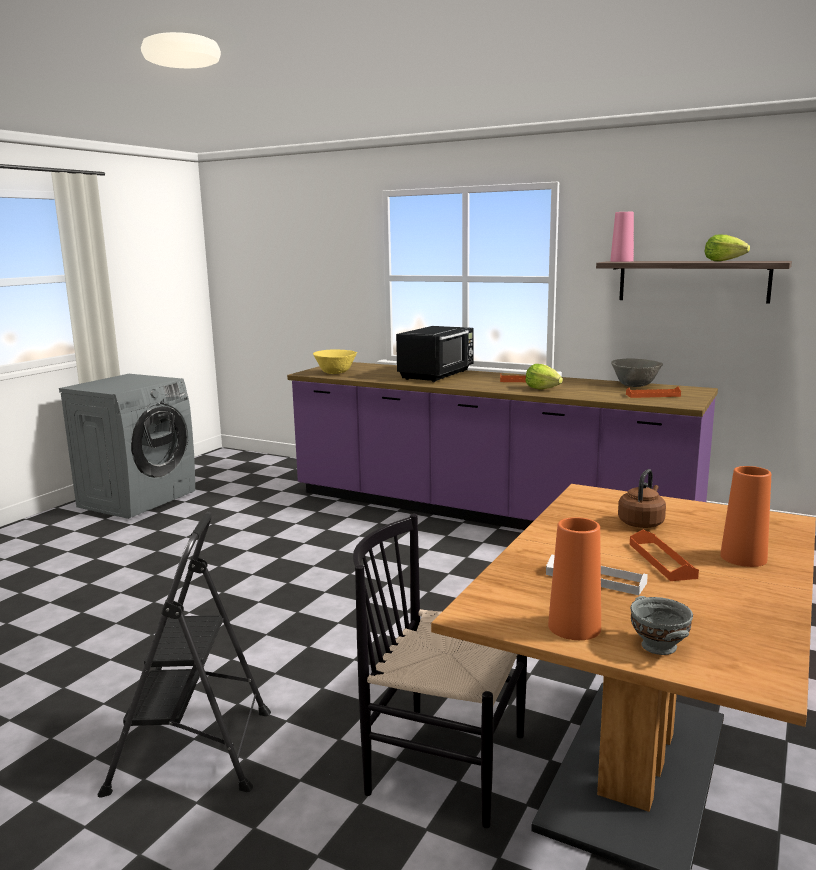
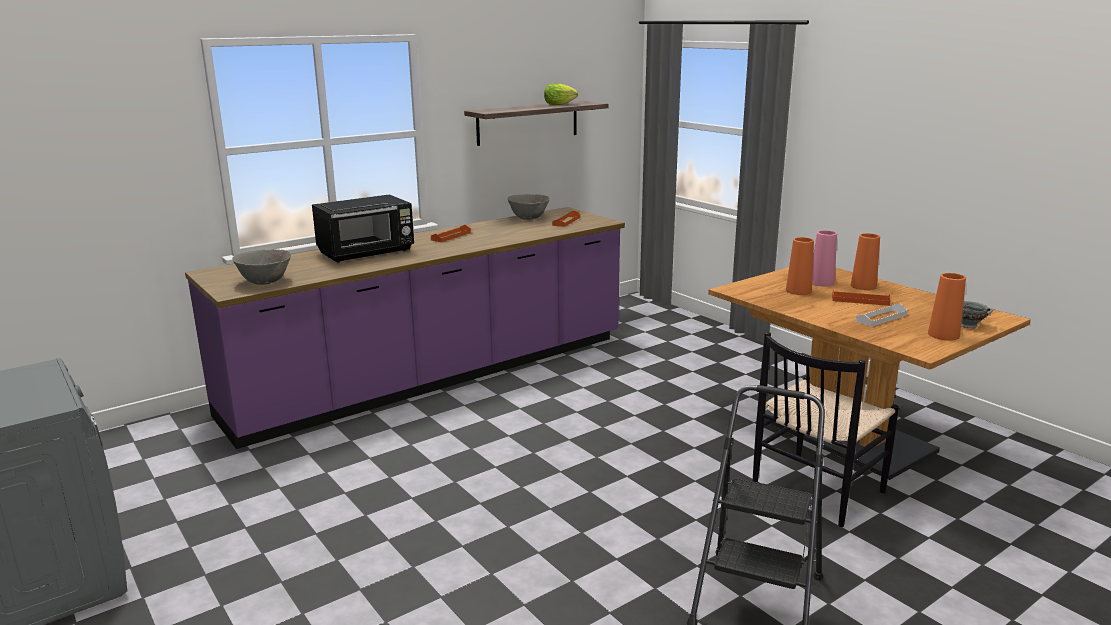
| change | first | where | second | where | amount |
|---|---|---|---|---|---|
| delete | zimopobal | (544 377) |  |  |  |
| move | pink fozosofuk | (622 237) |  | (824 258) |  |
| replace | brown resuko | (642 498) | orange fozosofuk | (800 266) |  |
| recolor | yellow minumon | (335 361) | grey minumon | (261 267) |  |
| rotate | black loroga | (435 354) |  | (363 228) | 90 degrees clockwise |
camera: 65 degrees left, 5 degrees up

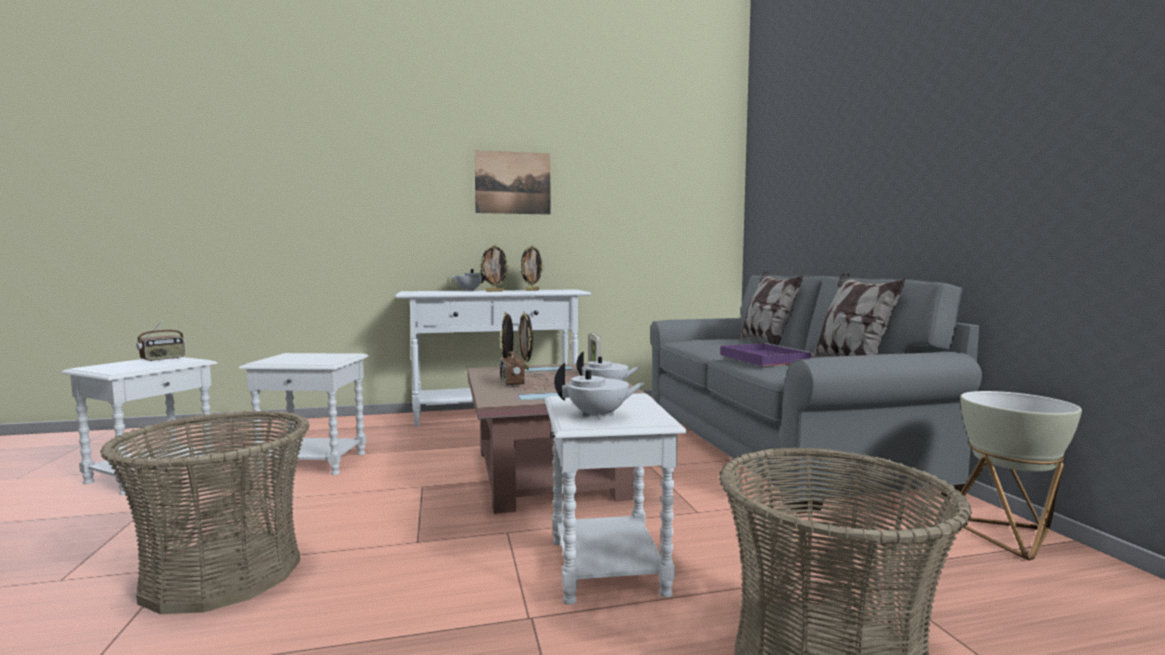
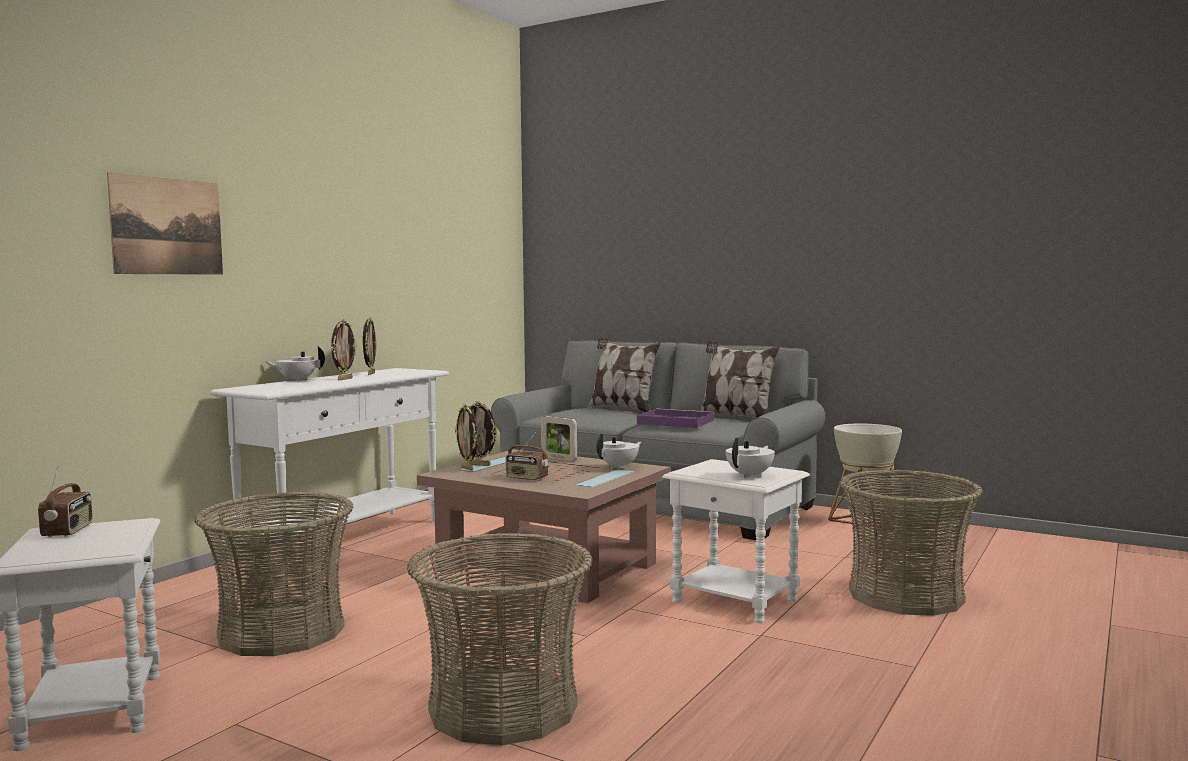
| change | first | where | second | where | amount |
|---|---|---|---|---|---|
| move | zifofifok | (512 182) |  | (165 223) |  |
| replace | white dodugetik | (304 414) | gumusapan | (273 573) |  |
camera: 45 degrees left, 0 degrees up

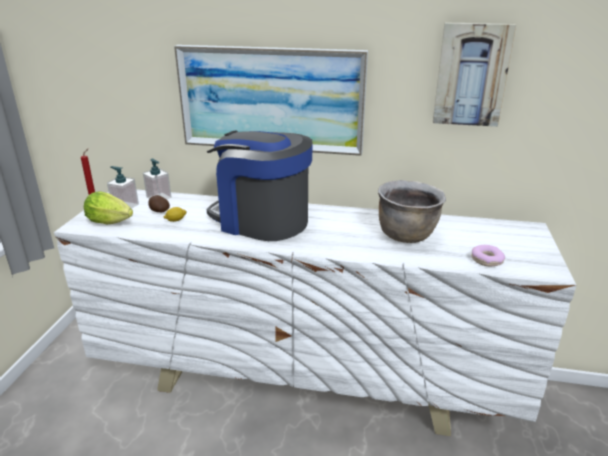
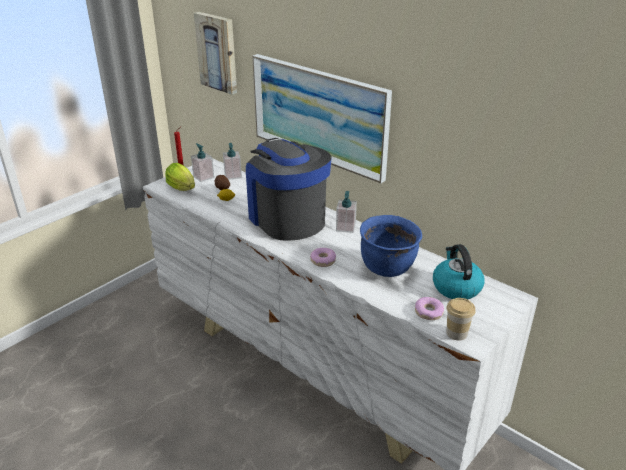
| change | first | where | second | where | amount |
|---|---|---|---|---|---|
| insert |  |  | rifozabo | (323 257) |  |
| insert |  |  | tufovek | (346 212) |  |
| insert |  |  | resuko | (458 271) |  |
| insert |  |  | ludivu | (460 319) |  |
| move | zifofifok | (474 75) |  | (215 53) |  |
| recolor | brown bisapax | (412 211) | blue bisapax | (391 246) |  |
camera: 30 degrees right, 5 degrees up

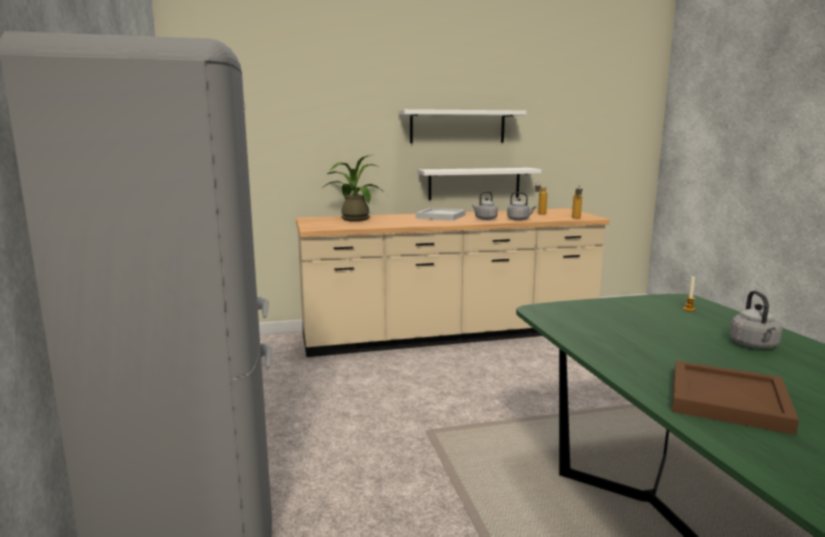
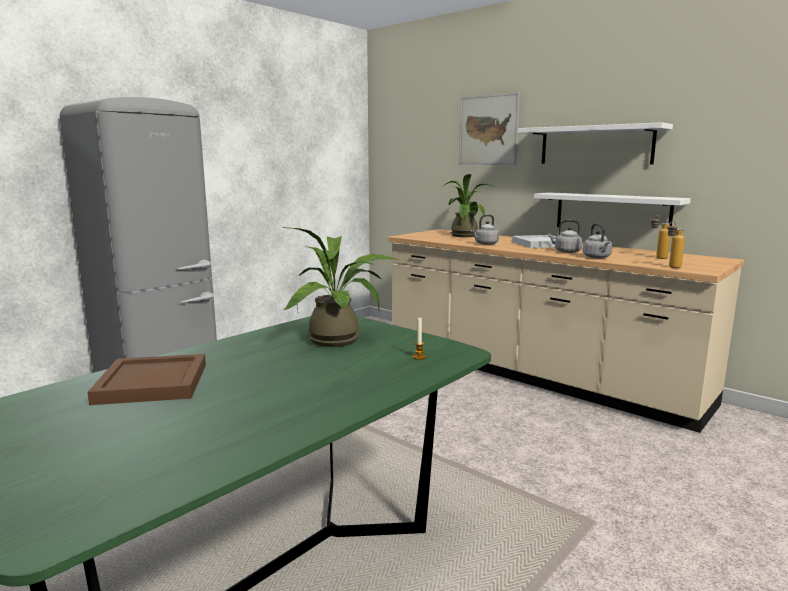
| change | first | where | second | where | amount |
|---|---|---|---|---|---|
| insert |  |  | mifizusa | (341 287) |  |
| insert |  |  | zifofifok | (489 129) |  |
| move | grey resuko | (756 320) |  | (485 229) |  |
camera: 55 degrees right, 0 degrees up

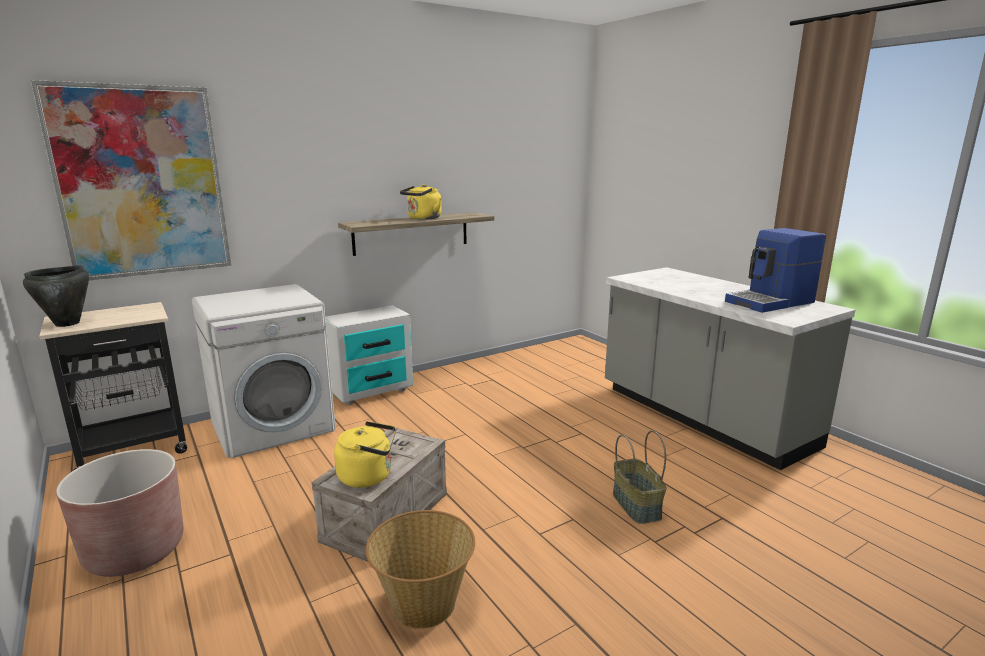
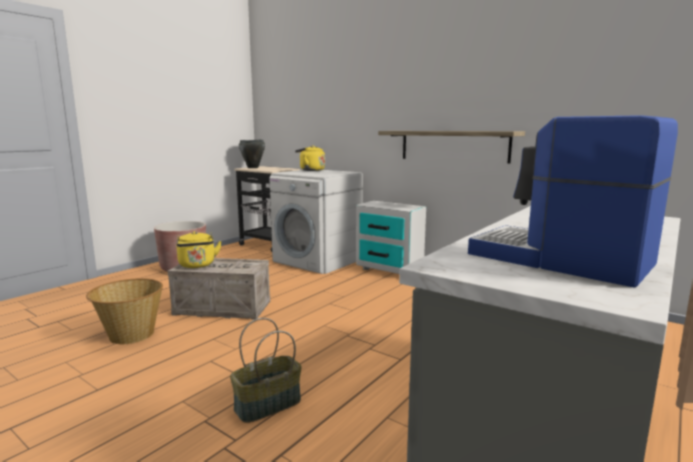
| change | first | where | second | where | amount |
|---|---|---|---|---|---|
| delete | zifofifok | (131 180) |  |  |  |
| move | yellow resuko | (421 202) |  | (310 158) |  |
camera: 70 degrees right, 5 degrees down

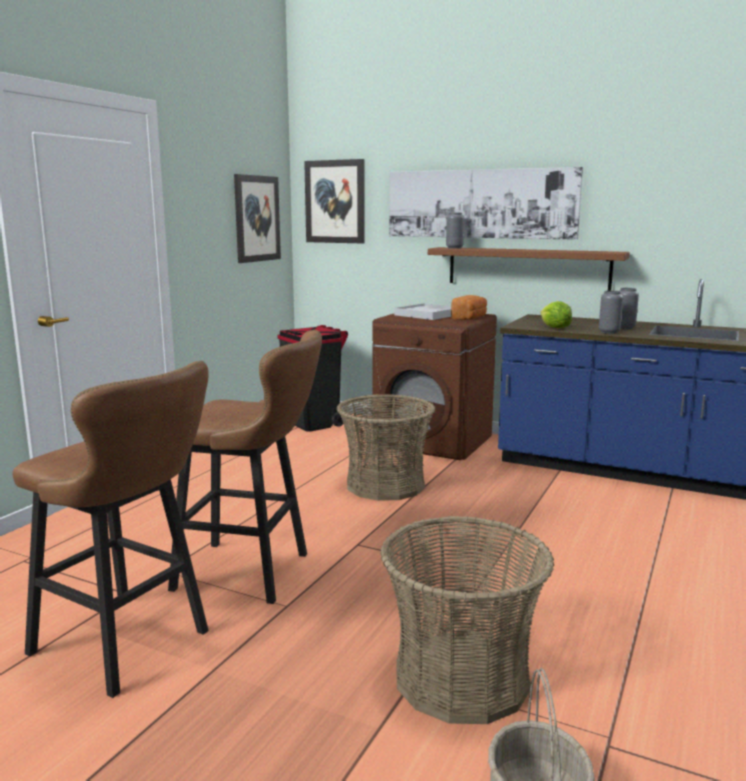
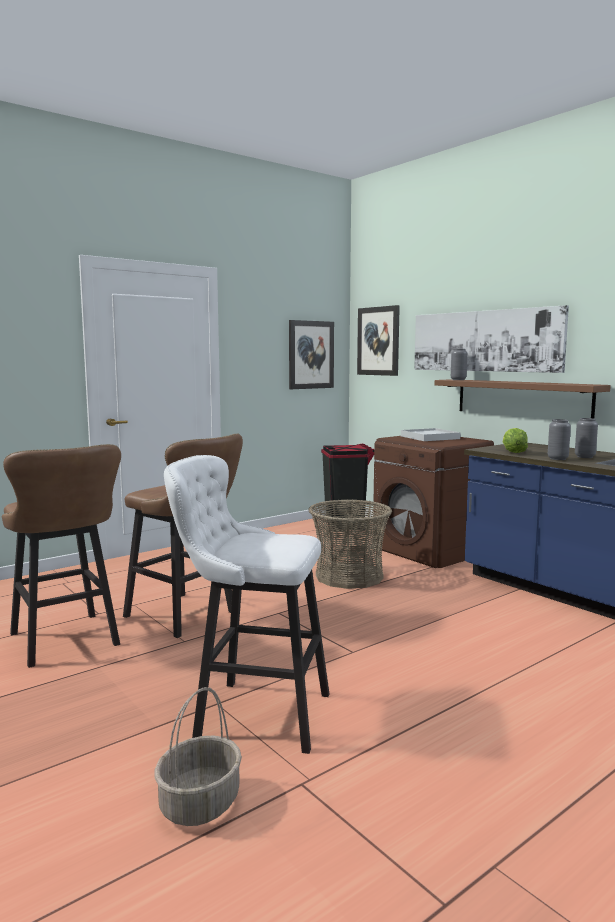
| change | first | where | second | where | amount |
|---|---|---|---|---|---|
| delete | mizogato | (469 307) |  |  |  |
| replace | gumusapan | (467 620) | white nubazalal | (247 604) |  |
camera: 25 degrees right, 5 degrees down

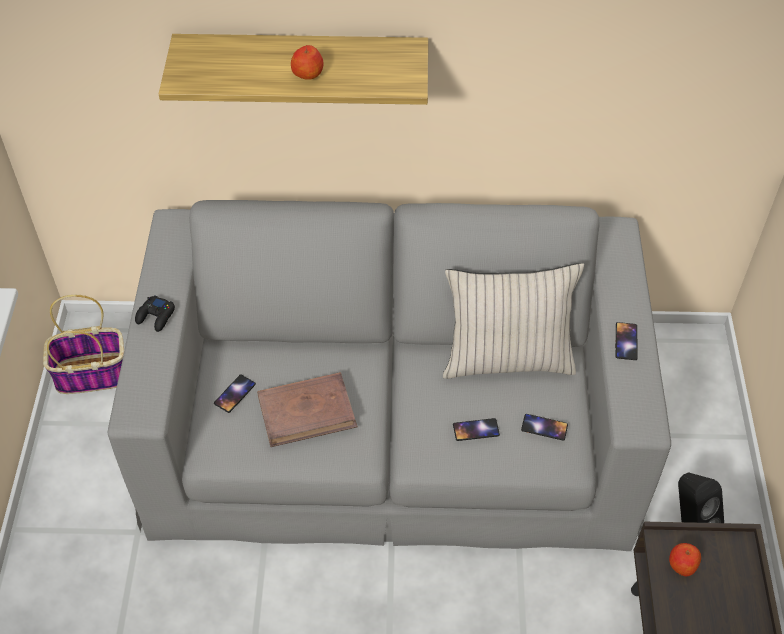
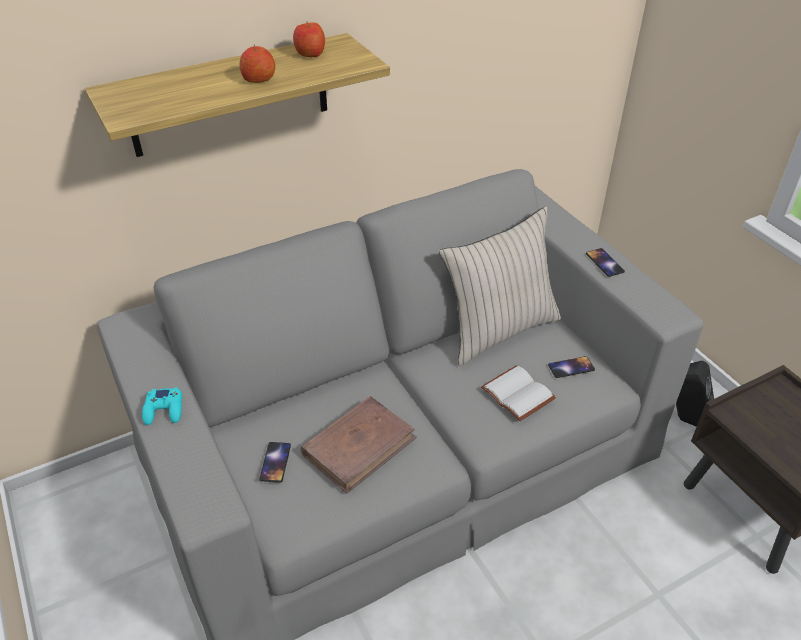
| change | first | where | second | where | amount |
|---|---|---|---|---|---|
| delete | gumusapan | (83 344) |  |  |  |
| move | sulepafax | (685 560) |  | (309 39) |  |
| replace | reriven | (476 429) | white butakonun | (518 393) |  |
| recolor | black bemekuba | (155 313) | turquoise bemekuba | (162 406) |  |
camera: 30 degrees left, 10 degrees down

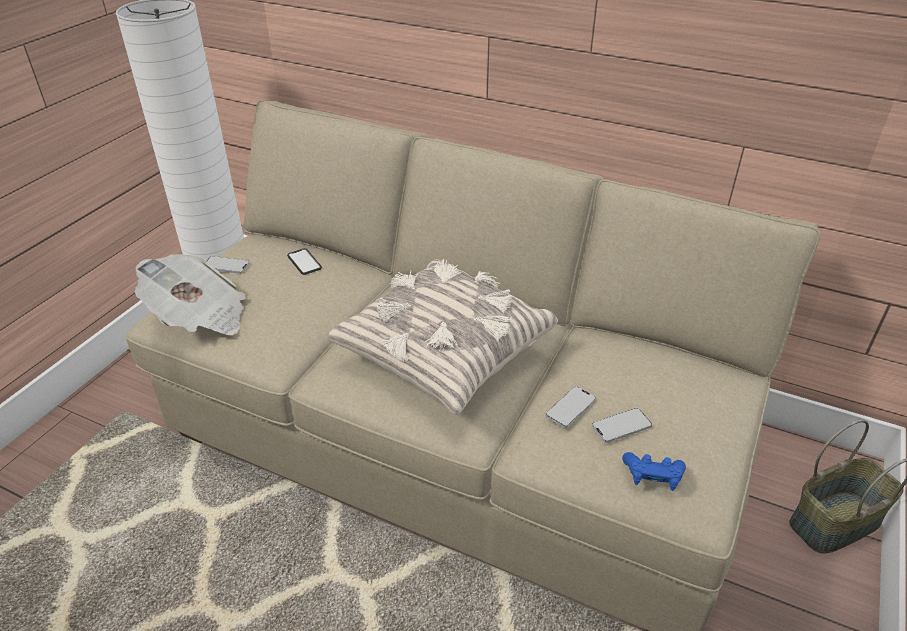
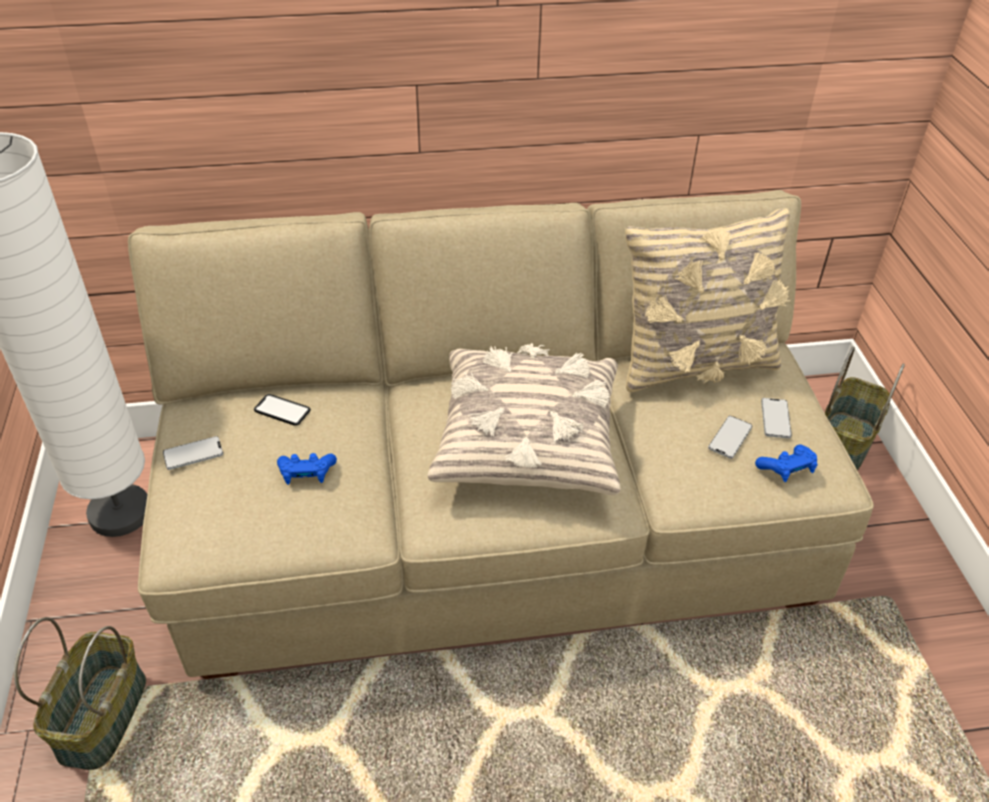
| change | first | where | second | where | amount |
|---|---|---|---|---|---|
| delete | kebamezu | (190 294) |  |  |  |
| insert |  |  | gumusapan | (80 693) |  |
| insert |  |  | blue bemekuba | (307 469) |  |
| insert |  |  | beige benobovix | (707 300) |  |
| move | reriven | (570 407) |  | (776 418) |  |
camera: 35 degrees left, 5 degrees up

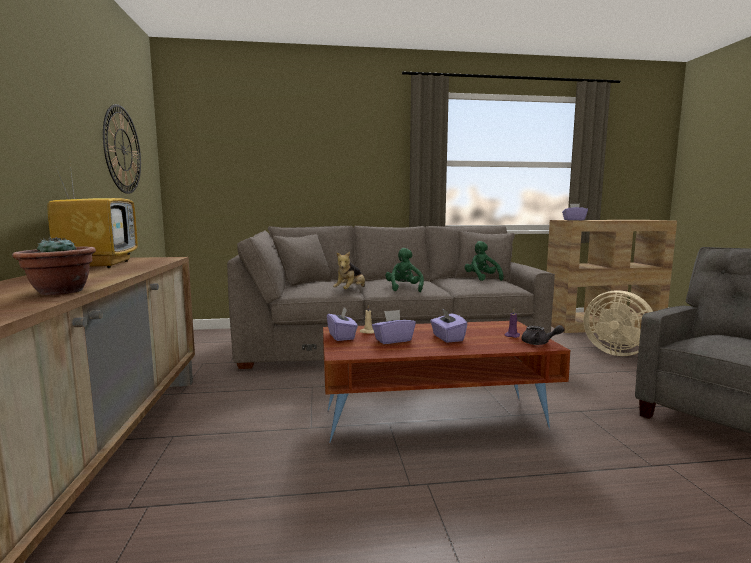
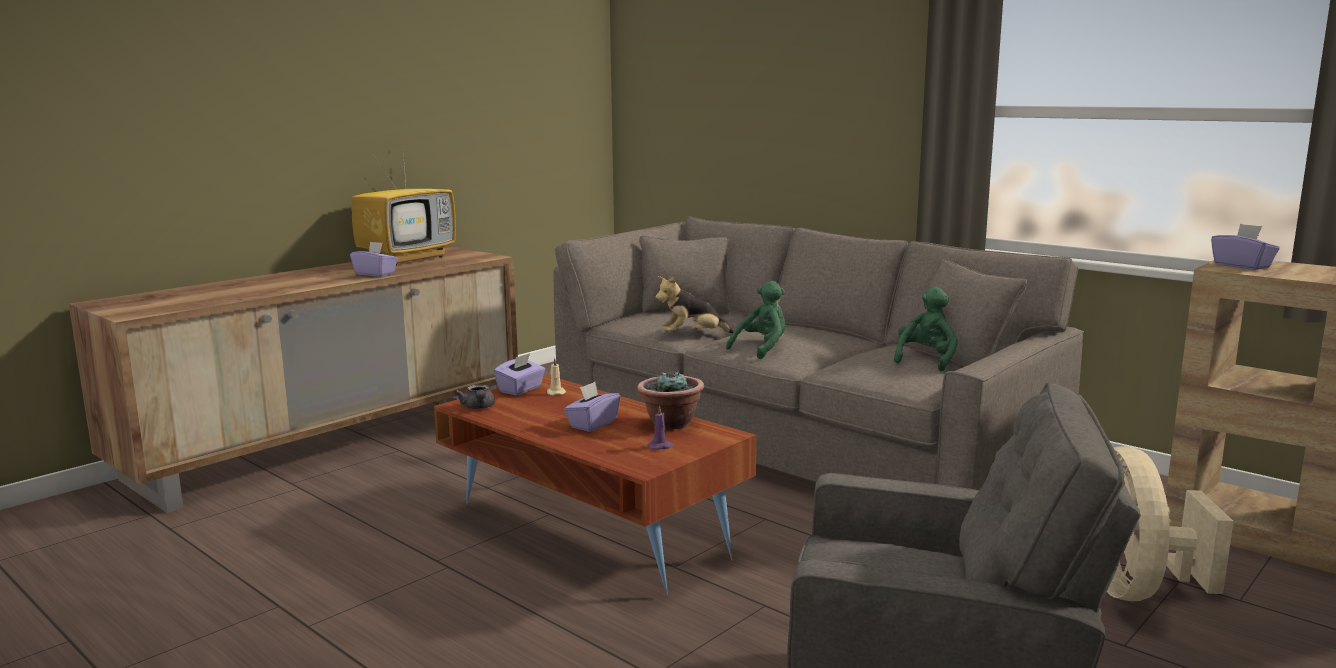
| change | first | where | second | where | amount |
|---|---|---|---|---|---|
| delete | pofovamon | (122 149) |  |  |  |
| move | mifizusa | (54 266) |  | (670 399) |  |
| move | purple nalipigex | (394 327) |  | (374 259) |  |
| move | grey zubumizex | (543 335) |  | (475 396) |  |
camera: 50 degrees right, 5 degrees up

